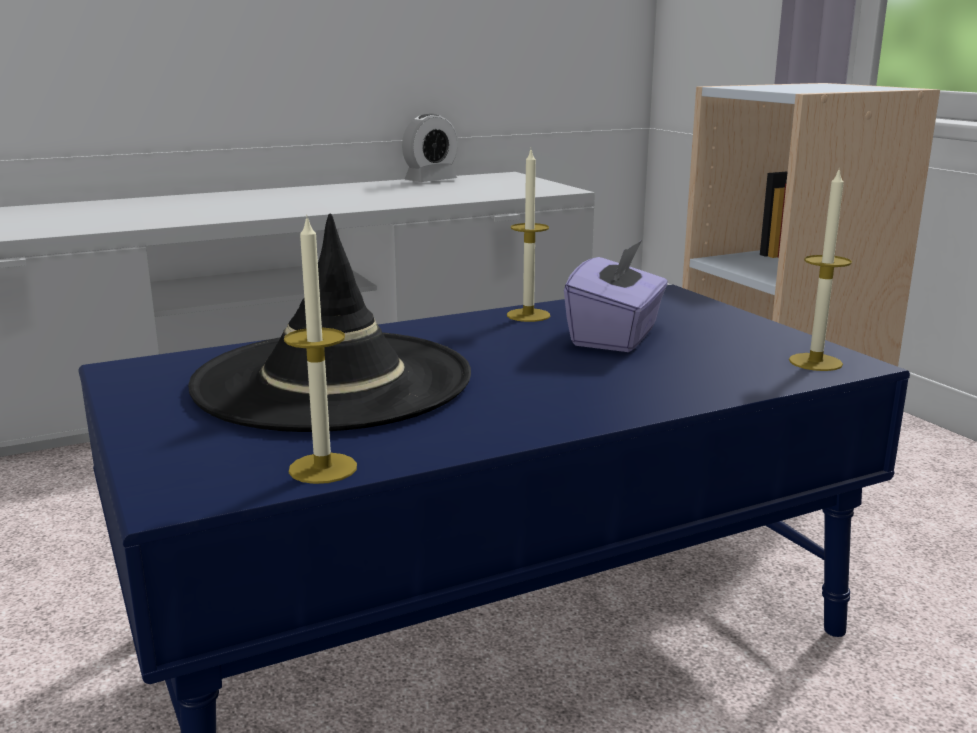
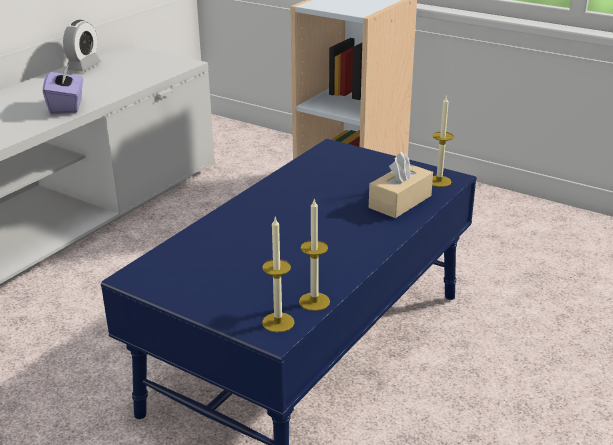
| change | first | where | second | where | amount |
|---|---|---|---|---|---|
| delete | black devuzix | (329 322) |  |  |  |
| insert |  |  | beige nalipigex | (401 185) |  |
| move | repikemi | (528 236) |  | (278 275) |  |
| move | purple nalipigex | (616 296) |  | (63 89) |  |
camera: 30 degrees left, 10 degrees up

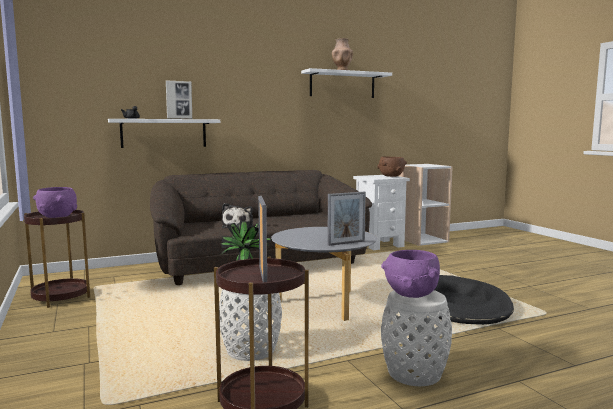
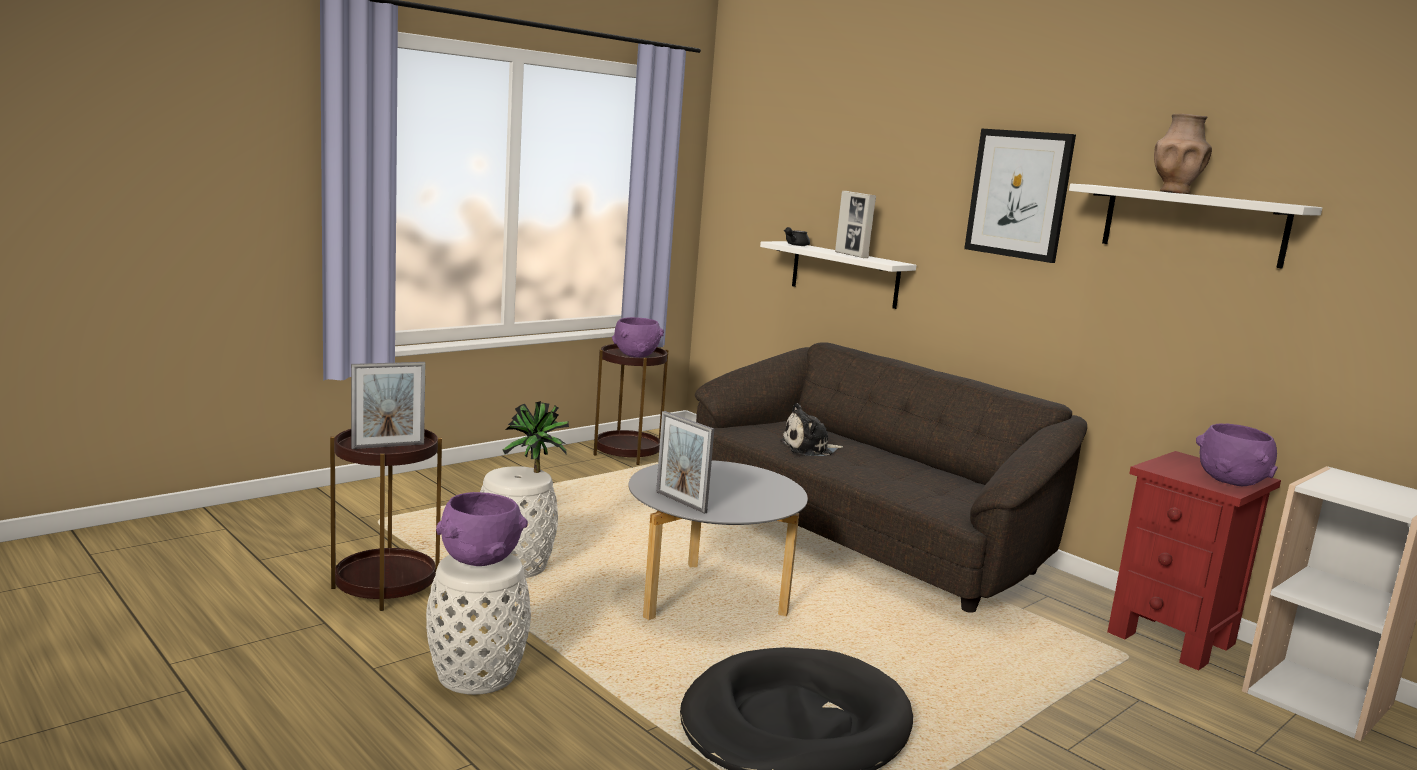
| change | first | where | second | where | amount |
|---|---|---|---|---|---|
| insert |  |  | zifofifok | (1020 195) |  |
| recolor | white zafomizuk | (381 212) | red zafomizuk | (1194 561) |  |
| recolor | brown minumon | (392 166) | purple minumon | (1237 454) |  |
camera: 70 degrees right, 5 degrees up

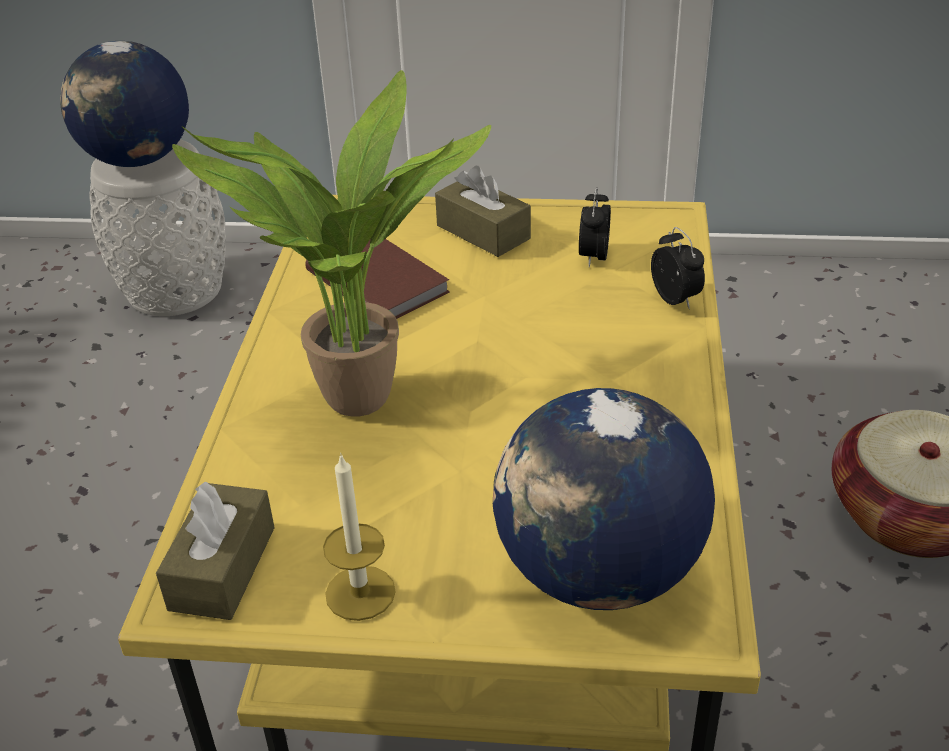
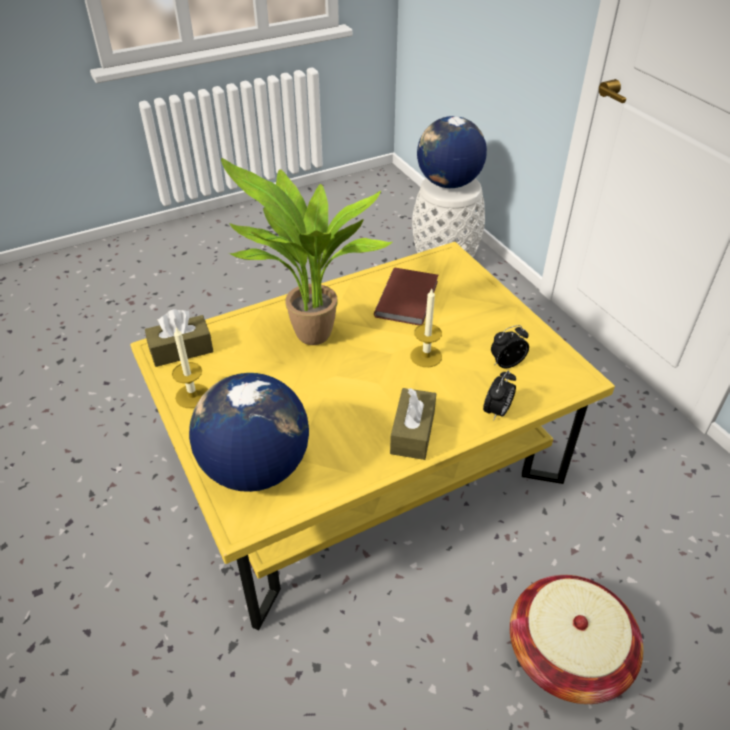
| change | first | where | second | where | amount |
|---|---|---|---|---|---|
| insert |  |  | repikemi | (426 328) |  |
| move | brown nalipigex | (483 211) |  | (413 424) |  |
camera: 55 degrees right, 5 degrees up

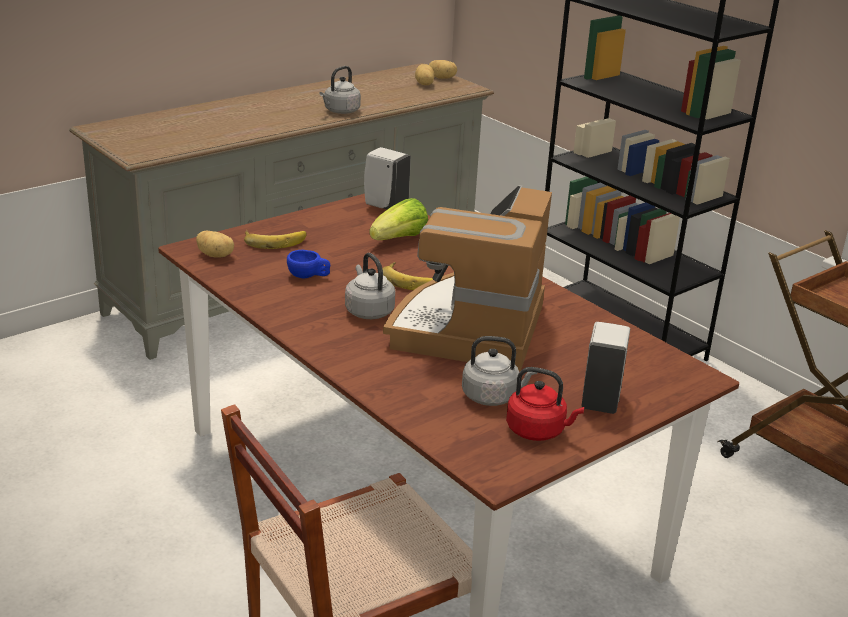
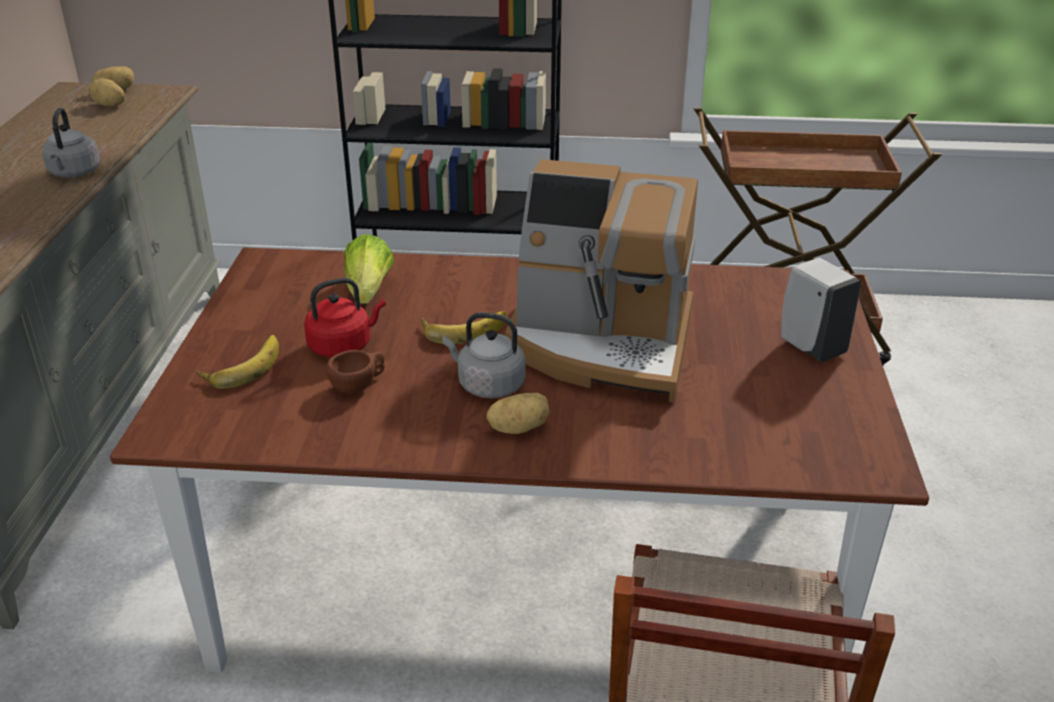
| change | first | where | second | where | amount |
|---|---|---|---|---|---|
| delete | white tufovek | (387 178) |  |  |  |
| delete | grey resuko | (499 371) |  |  |  |
| move | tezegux | (215 244) |  | (518 413) |  |
| move | red resuko | (545 404) |  | (345 318) |  |
| recolor | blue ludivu | (309 264) | brown ludivu | (355 371) |  |
| rotate | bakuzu | (467 278) |  | (601 281) | 45 degrees counterclockwise |
camera: 45 degrees left, 5 degrees up

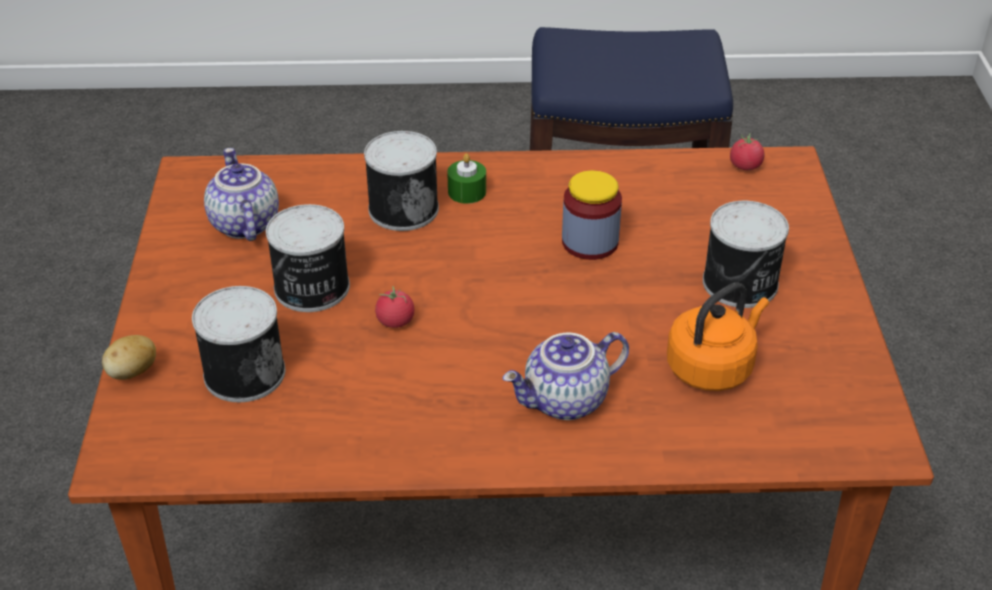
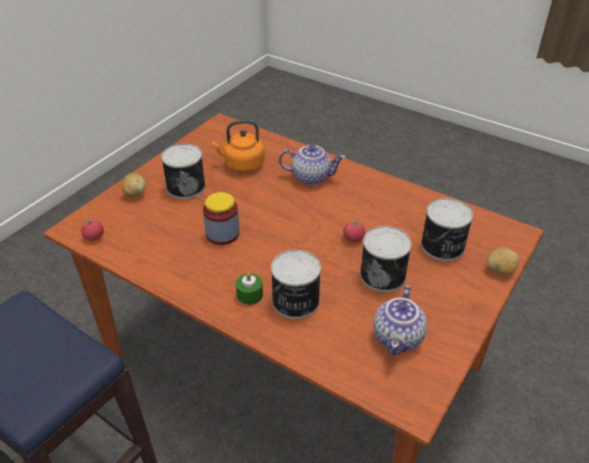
| change | first | where | second | where | amount |
|---|---|---|---|---|---|
| insert |  |  | tezegux | (133 185) |  |
camera: 145 degrees left, 0 degrees up

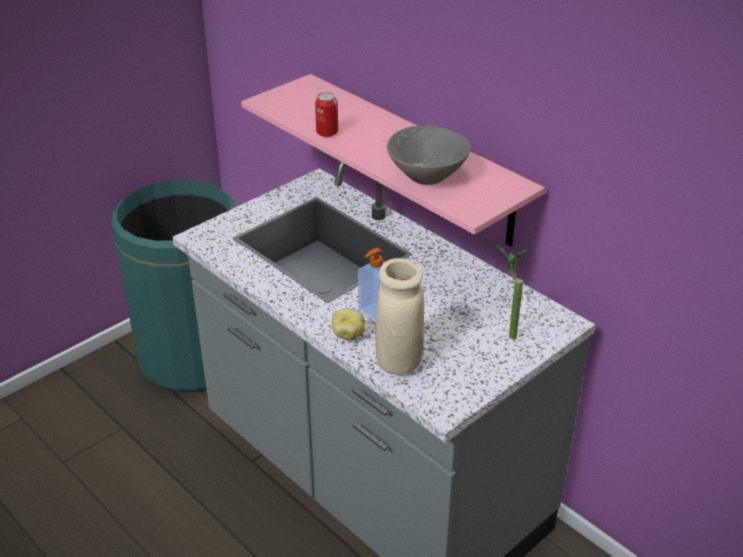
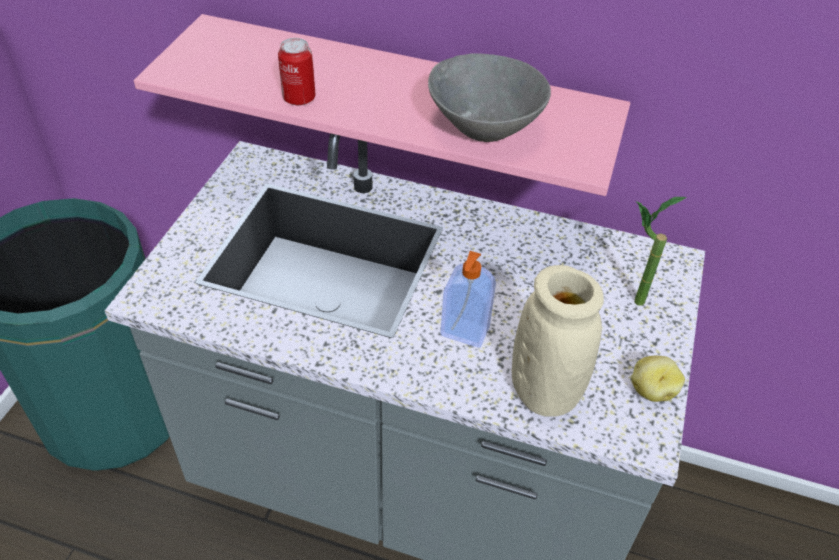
| change | first | where | second | where | amount |
|---|---|---|---|---|---|
| move | tezegux | (348 324) |  | (658 379) |  |
camera: 30 degrees left, 10 degrees up

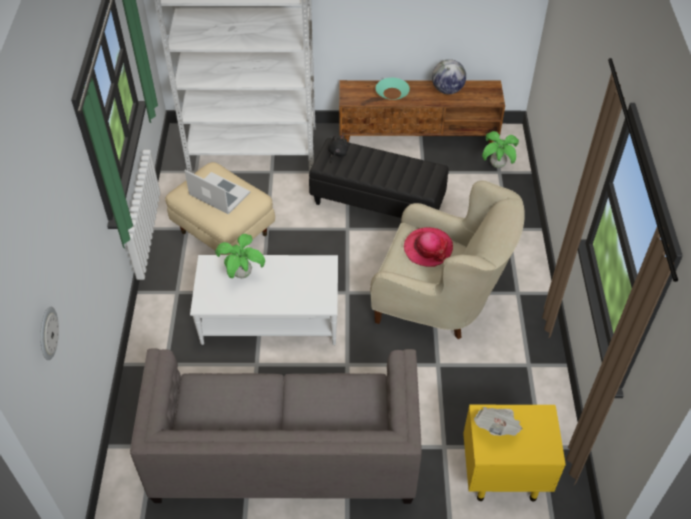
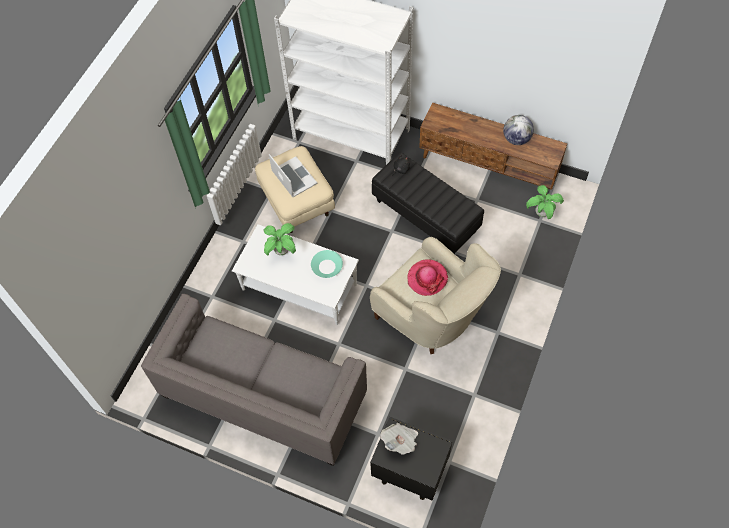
| change | first | where | second | where | amount |
|---|---|---|---|---|---|
| delete | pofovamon | (49 333) |  |  |  |
| move | turquoise minumon | (393 89) |  | (327 264) |  |
| recolor | yellow zafomizuk | (514 453) | black zafomizuk | (411 459) |  |
camera: 25 degrees right, 10 degrees up

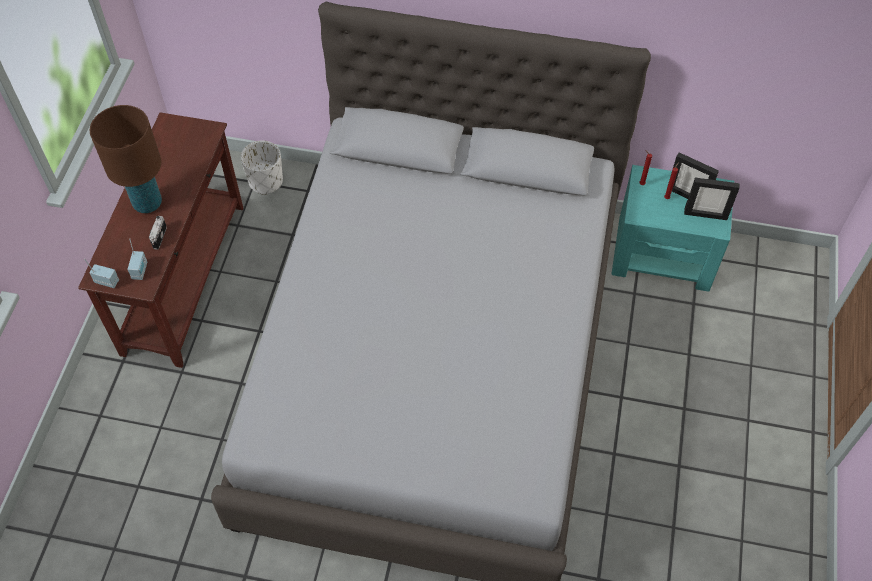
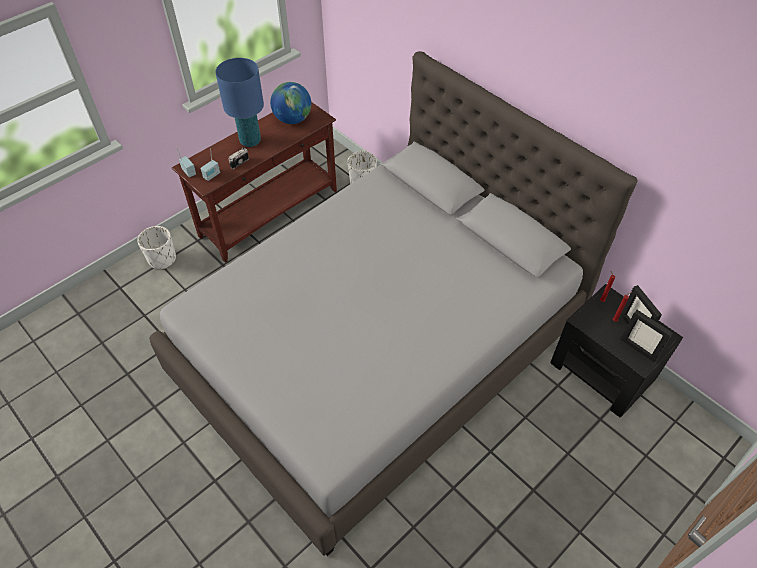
| change | first | where | second | where | amount |
|---|---|---|---|---|---|
| insert |  |  | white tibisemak | (156 247) |  |
| insert |  |  | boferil | (290 103) |  |
| recolor | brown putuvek | (126 159) | blue putuvek | (239 102) |  |
| recolor | turquoise zafomizuk | (673 228) | black zafomizuk | (616 351) |  |
camera: 35 degrees right, 5 degrees down

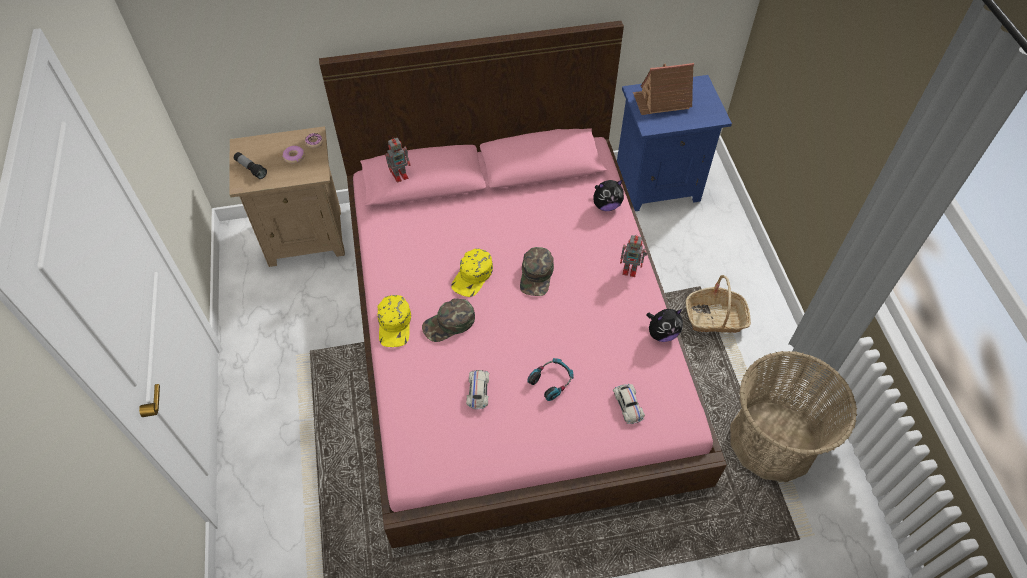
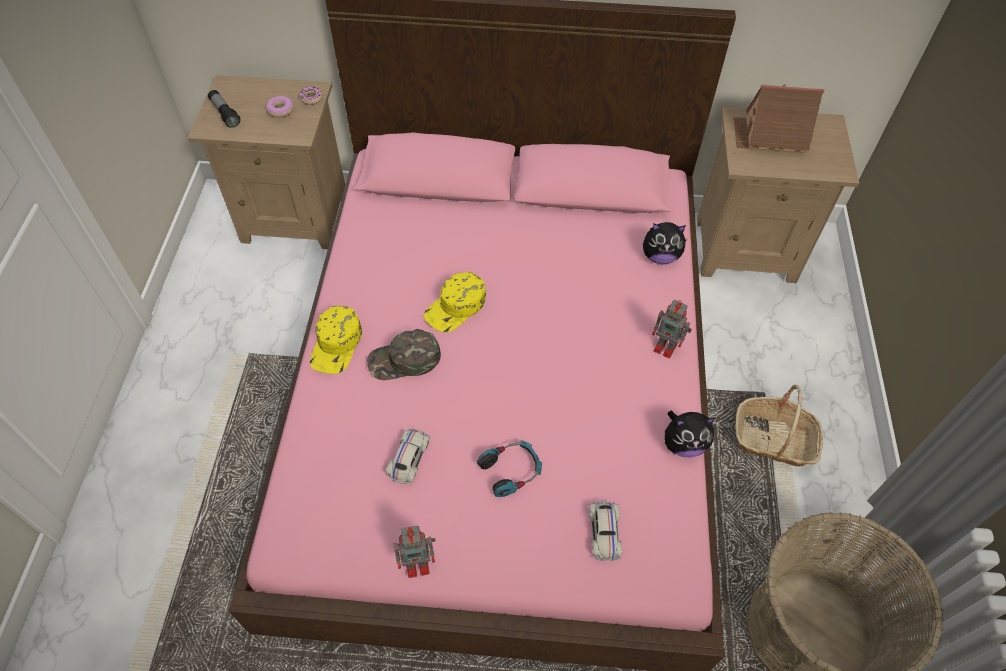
| change | first | where | second | where | amount |
|---|---|---|---|---|---|
| delete | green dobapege | (537 271) |  |  |  |
| move | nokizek | (398 160) |  | (414 552) |  |
| recolor | blue zafomizuk | (674 143) | beige zafomizuk | (778 195) |  |
camera: 15 degrees right, 0 degrees up

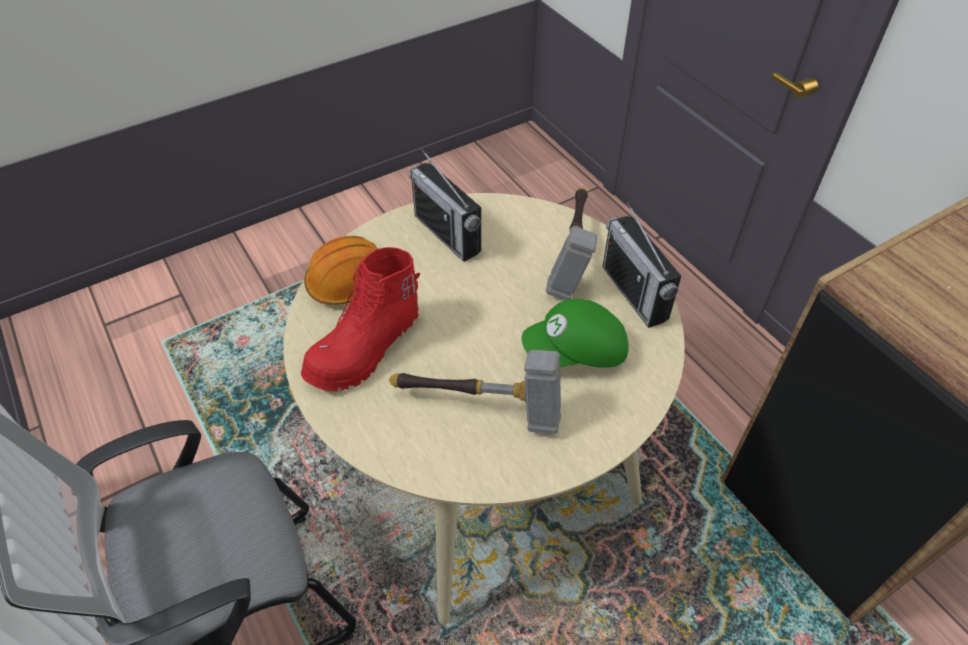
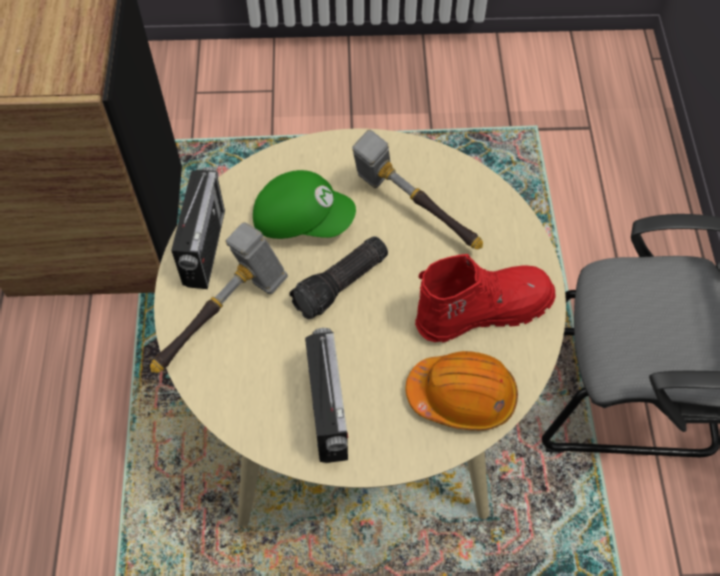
| change | first | where | second | where | amount |
|---|---|---|---|---|---|
| insert |  |  | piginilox | (338 277) |  |
camera: 150 degrees left, 10 degrees up

